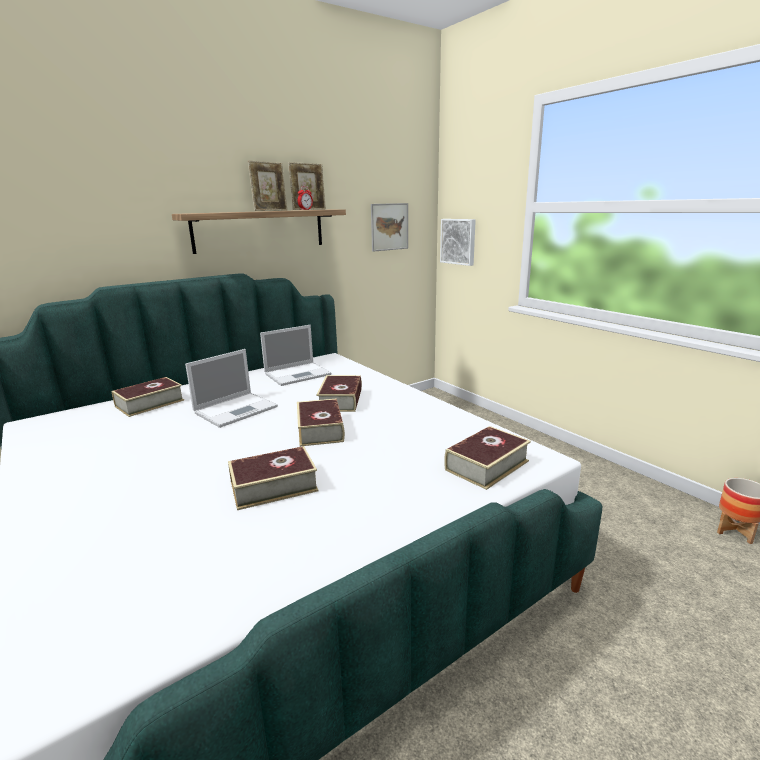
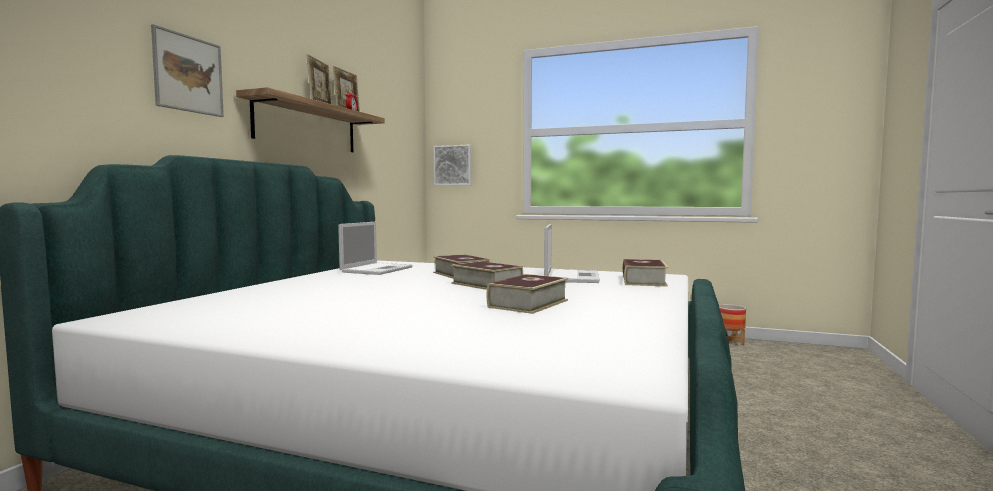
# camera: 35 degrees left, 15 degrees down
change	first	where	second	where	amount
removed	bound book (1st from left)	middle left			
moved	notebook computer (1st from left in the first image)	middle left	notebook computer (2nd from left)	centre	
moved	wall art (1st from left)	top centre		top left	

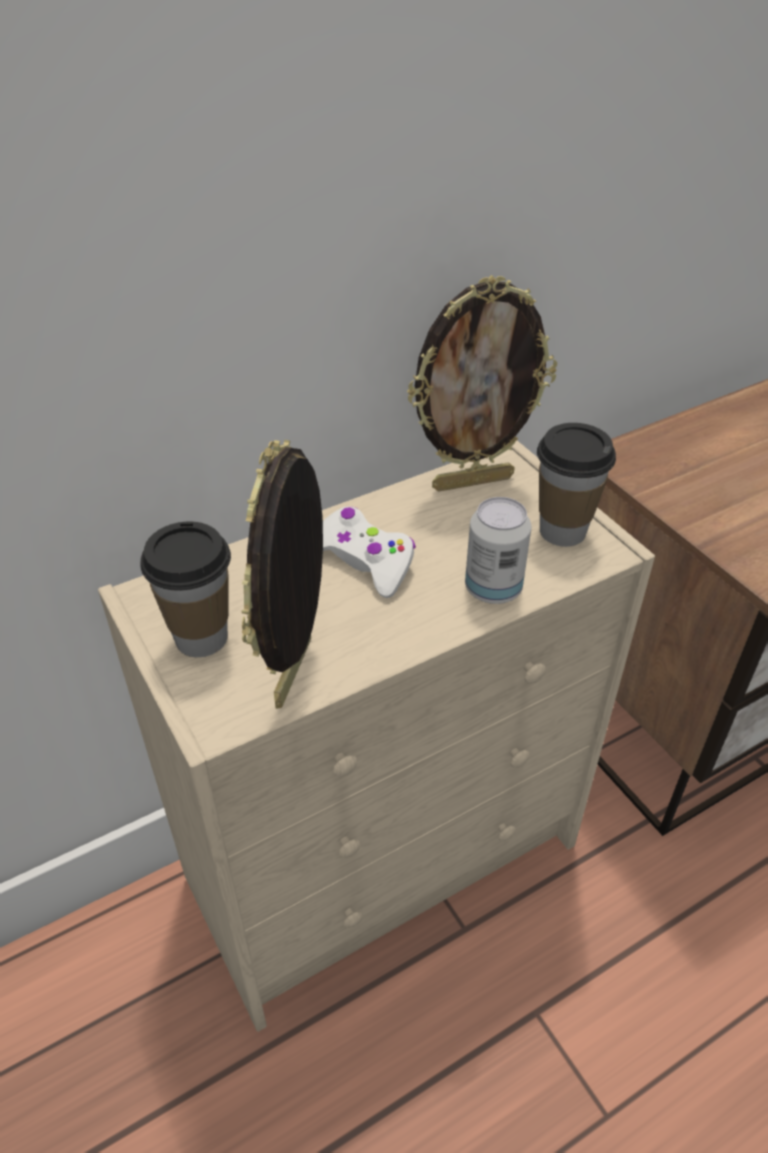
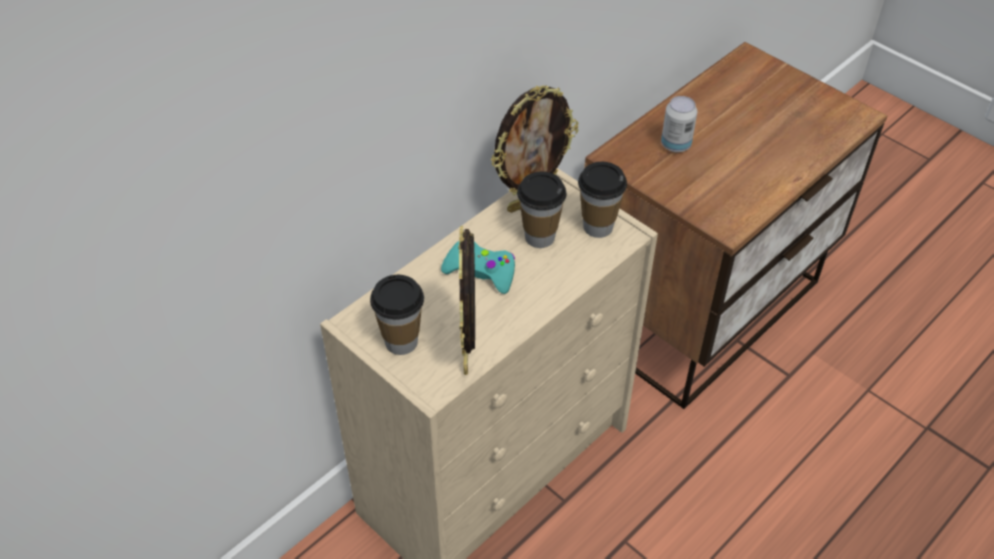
# camera: 15 degrees left, 5 degrees up
change	first	where	second	where	amount
recoloured	game controller (whitish)	centre	game controller (turquoise-coloured)	centre	
moved	sealed can	centre		top right	
added			small cup (2nd from left)	centre	

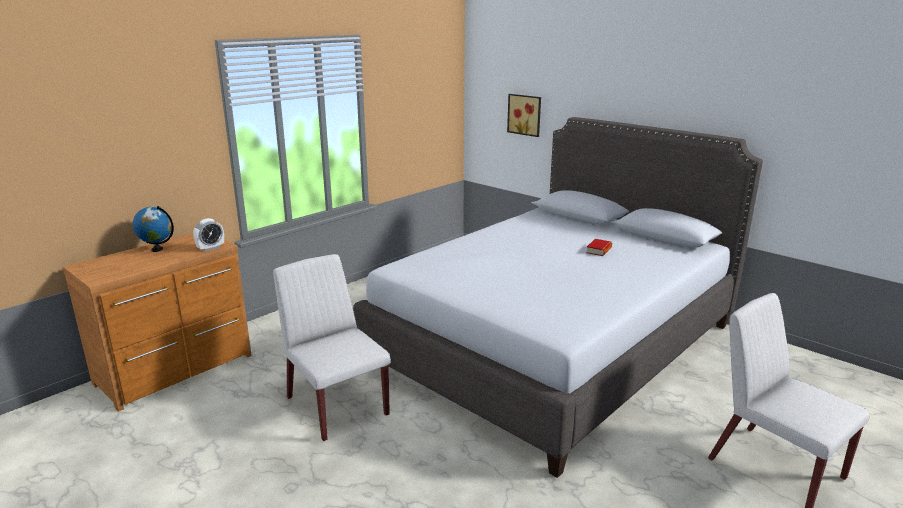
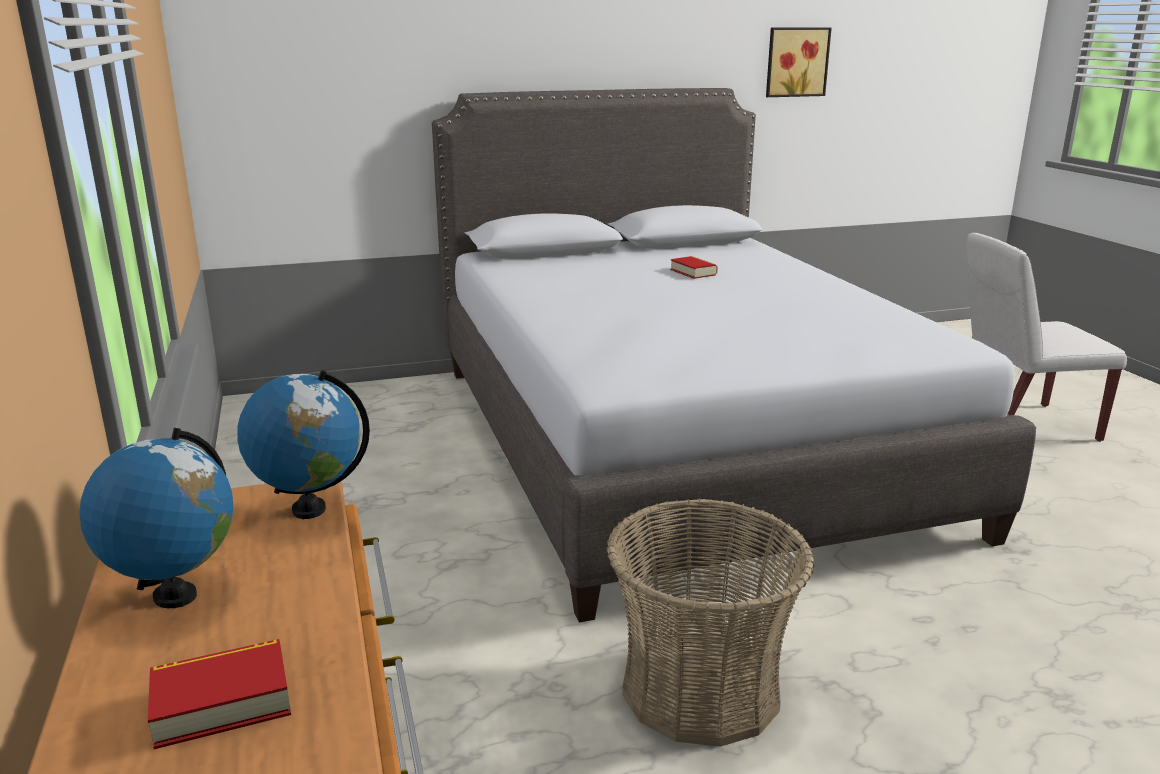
# camera: 60 degrees left, 0 degrees up
change	first	where	second	where	amount
replaced	table clock	middle left	world globe (2nd from left)	middle left	
replaced	chair (whitish) (1st from left)	bottom centre	household basket	bottom centre	
moved	wall art	top centre		top right	
added			bound book (1st from left)	bottom left	

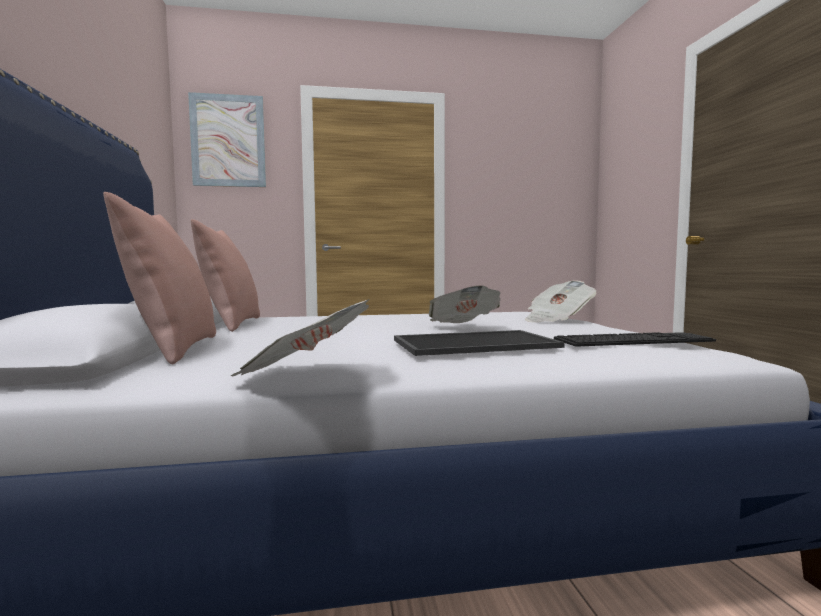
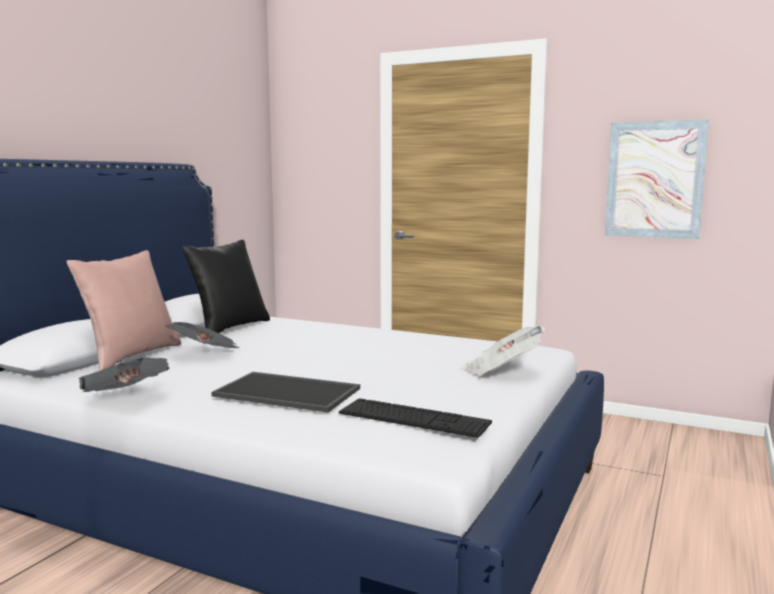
# camera: 35 degrees right, 5 degrees up
change	first	where	second	where	amount
moved	wall art	top left		top right	
recoloured	cushion (pinkish) (2nd from left)	middle left	cushion (black)	middle left	
moved	daily paper (2nd from left)	centre		middle left	

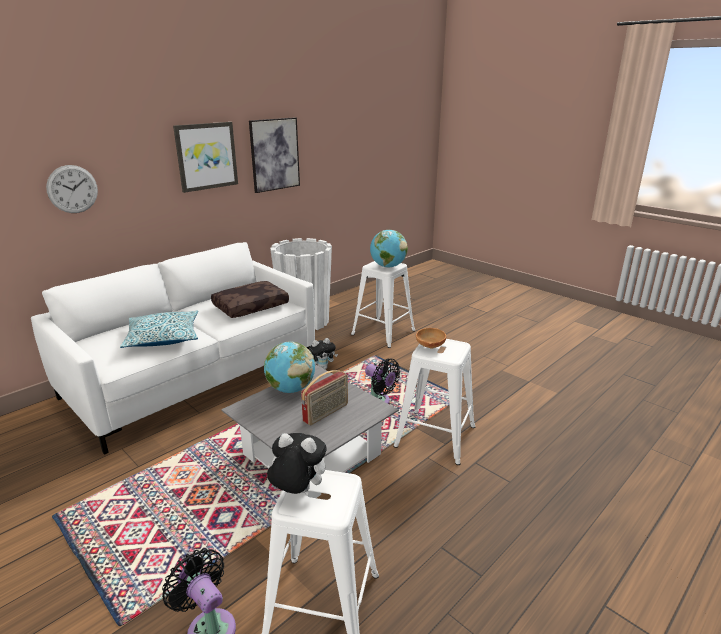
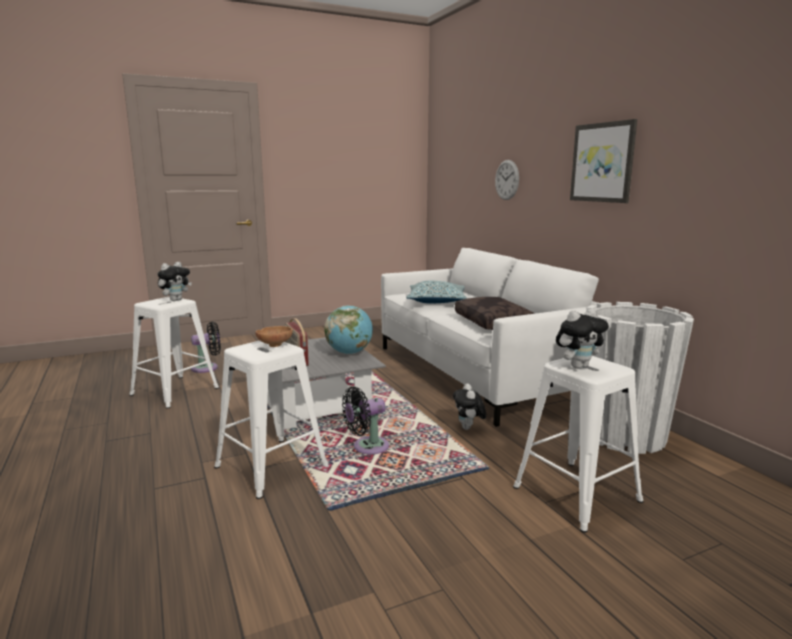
# camera: 110 degrees right, 10 degrees down
change	first	where	second	where	amount
removed	wall art (2nd from left)	top centre			
replaced	world globe (2nd from left)	centre	cuddly toy (3rd from left)	middle right	

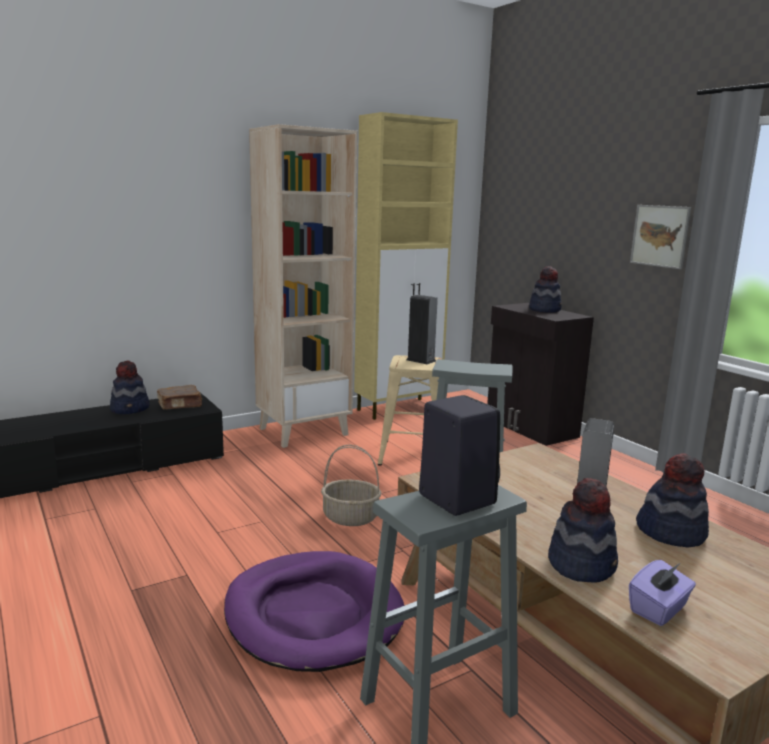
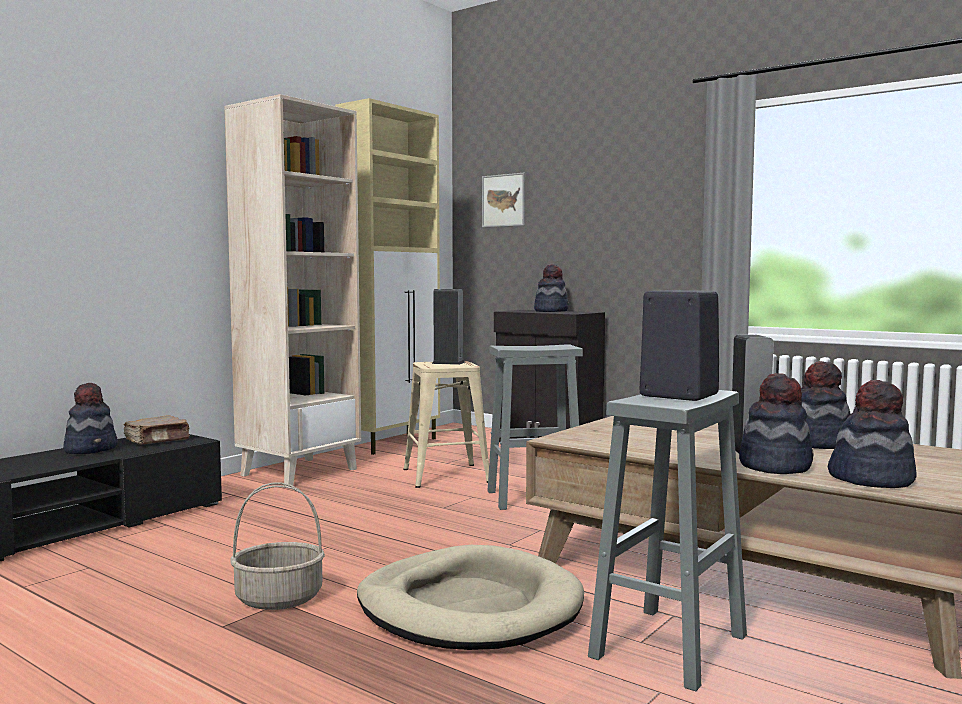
# camera: 20 degrees left, 10 degrees down
change	first	where	second	where	amount
recoloured	dog cushion (purple)	bottom centre	dog cushion (beige-coloured)	bottom centre	
moved	household basket	centre		bottom left	
replaced	tissue box (purple)	bottom right	wearable hat (5th from left)	middle right	
moved	wall art	top right		top centre	

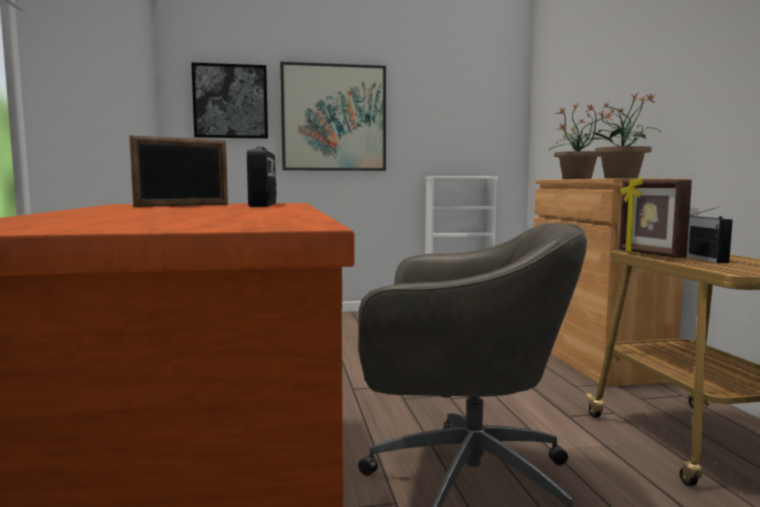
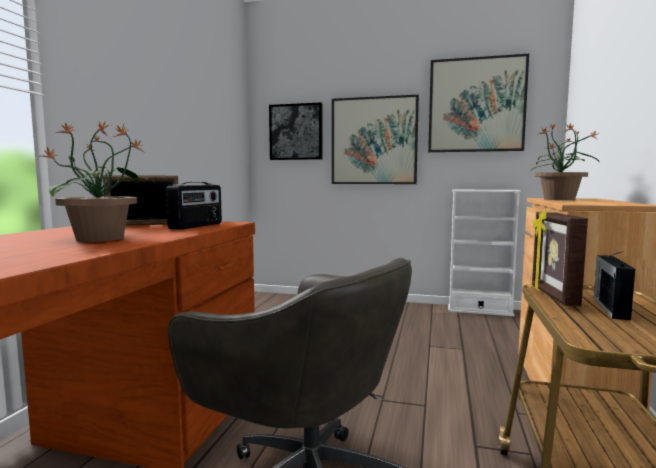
# camera: 25 degrees right, 0 degrees up
change	first	where	second	where	amount
moved	plant in a pot (2nd from left in the first image)	top right	plant in a pot (1st from left)	middle left	
added			wall art (3rd from left)	top right	

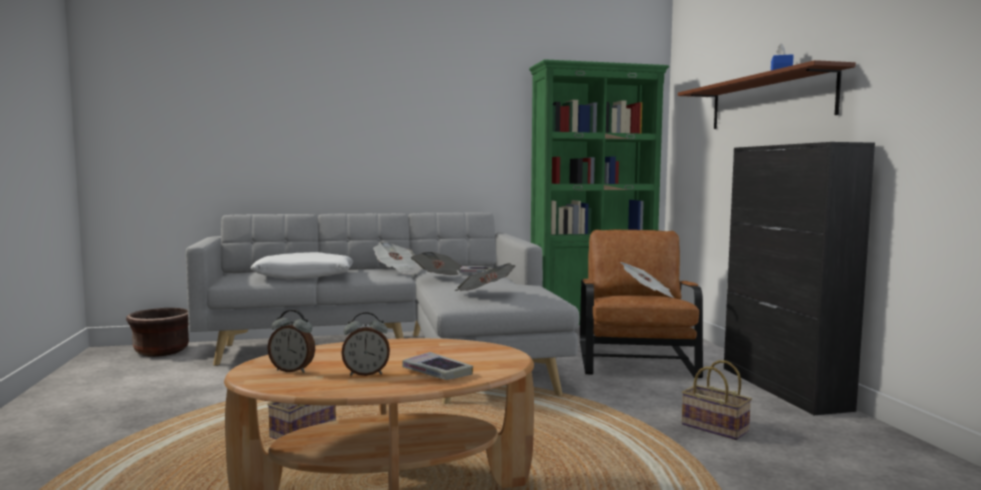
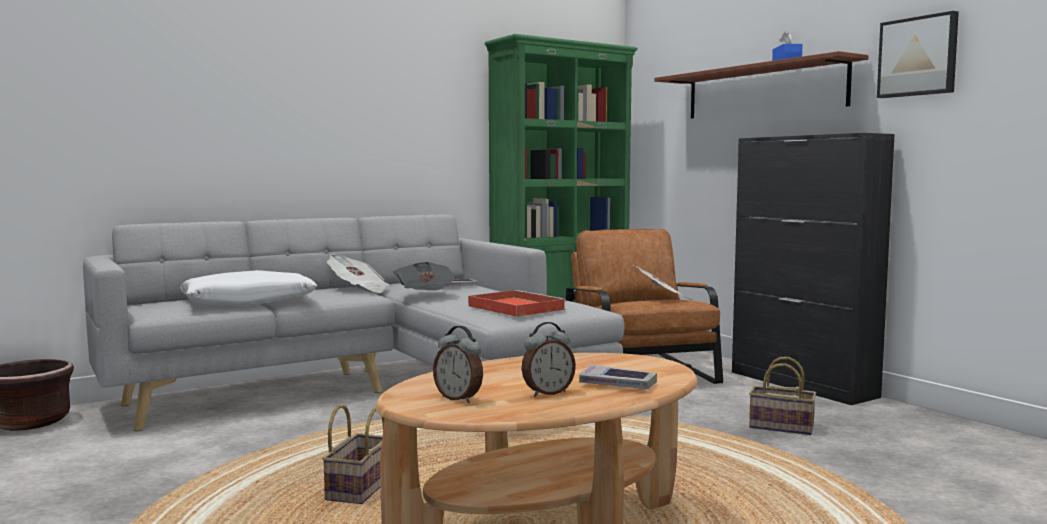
# camera: 20 degrees left, 0 degrees up
change	first	where	second	where	amount
turned	table clock (1st from left)	bottom left		bottom centre	45 degrees clockwise
replaced	daily paper (3rd from left)	centre	carrying tray (red-coloured)	centre	
added			wall art	top right	

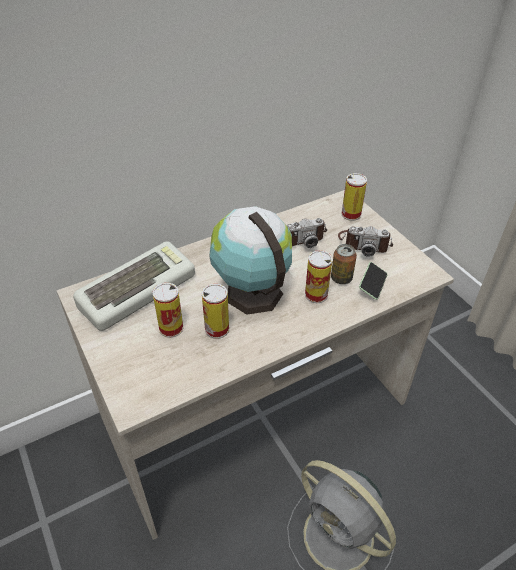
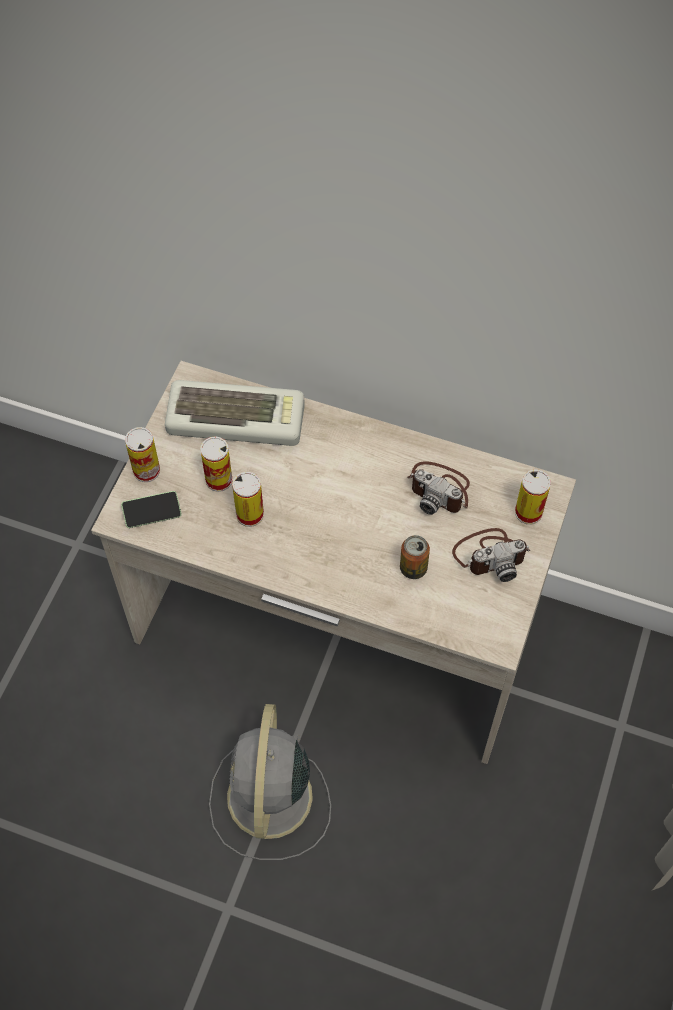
# camera: 50 degrees right, 15 degrees up
change	first	where	second	where	amount
removed	world globe	centre			
moved	sealed can (3rd from left in the first image)	centre	sealed can (1st from left)	middle left	
turned	photo camera (2nd from left)	middle right		middle right	75 degrees counterclockwise
moved	phone	middle right		middle left	

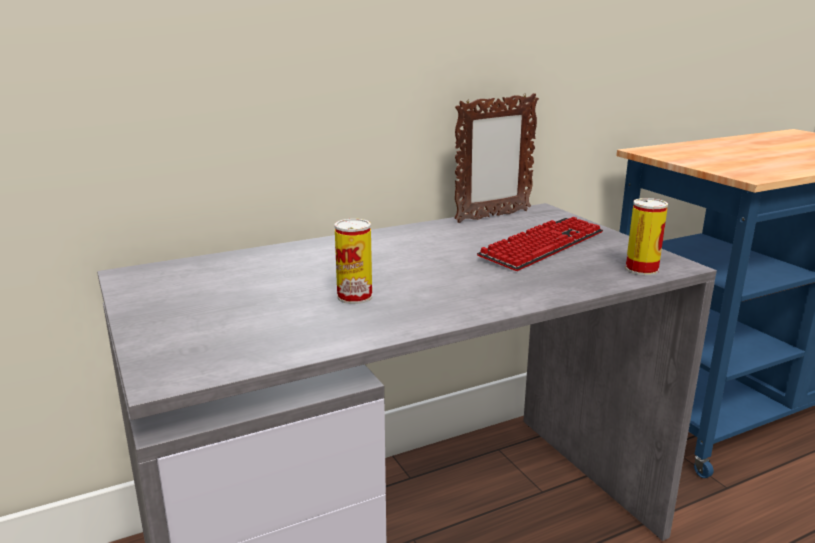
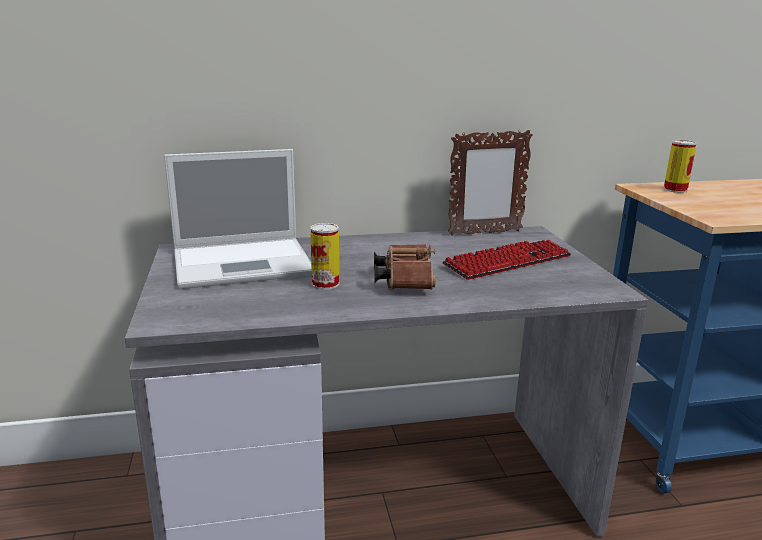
# camera: 15 degrees right, 0 degrees up
change	first	where	second	where	amount
moved	sealed can (2nd from left)	middle right		top right	
added			notebook computer	middle left	
added			field glasses (brown-coloured)	centre	

